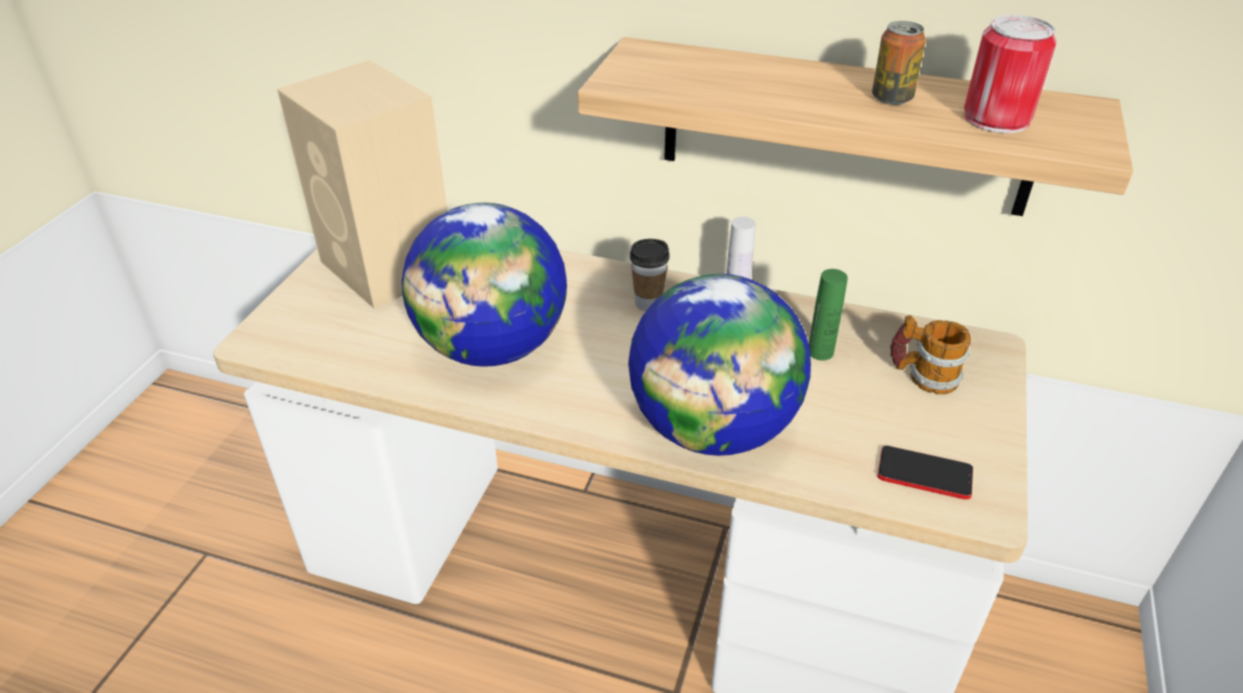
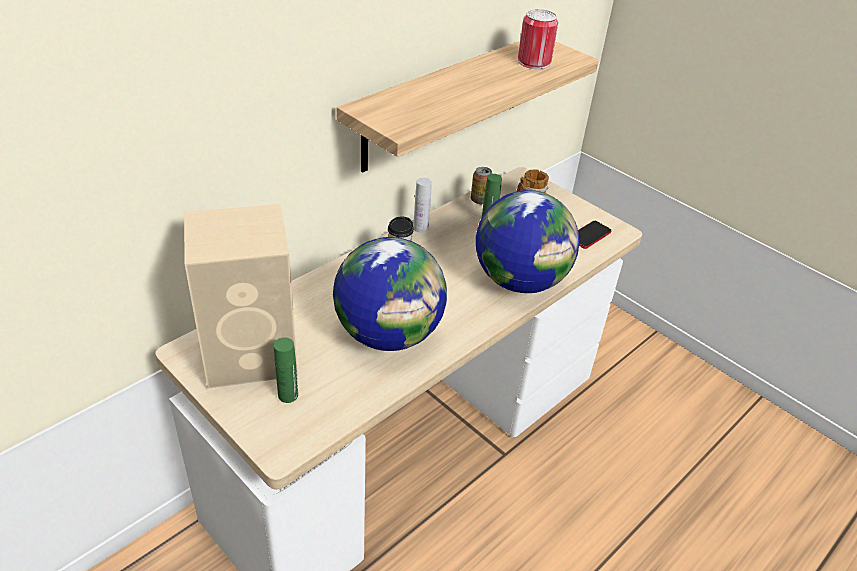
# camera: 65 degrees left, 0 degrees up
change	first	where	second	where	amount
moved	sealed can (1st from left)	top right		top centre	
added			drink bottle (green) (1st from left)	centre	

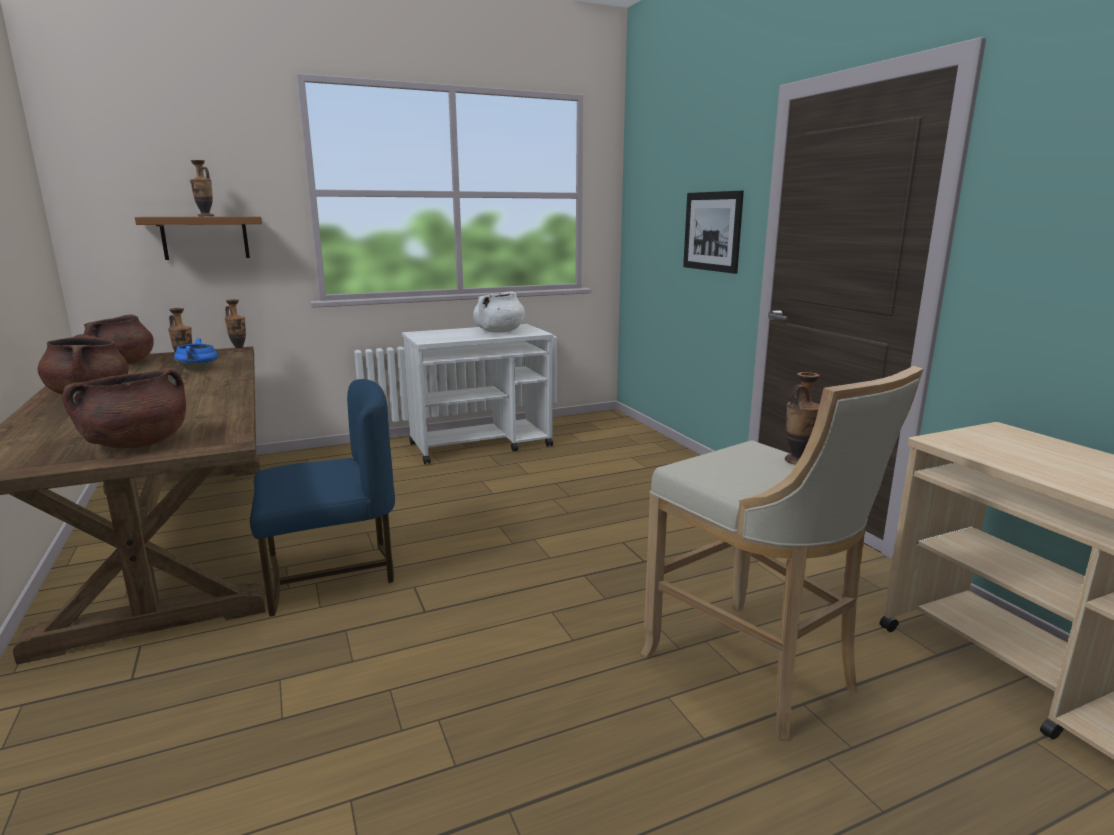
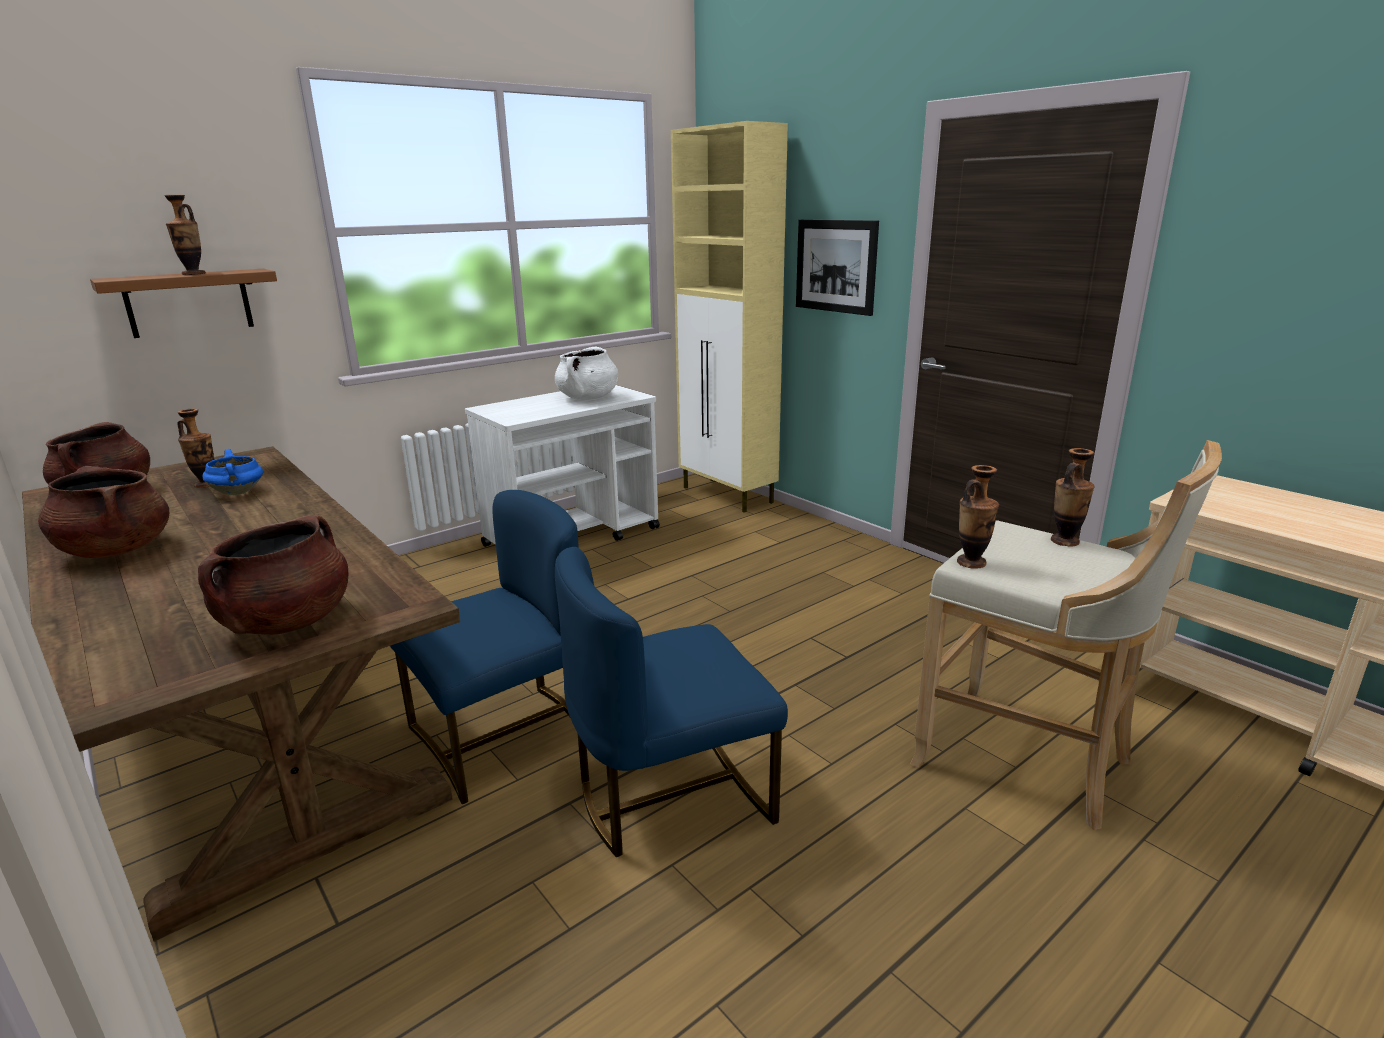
# camera: 15 degrees left, 5 degrees up
change	first	where	second	where	amount
moved	vase (3rd from left)	middle left		middle right	
added			chair (blue-coloured) (2nd from left)	bottom centre	
added			cupboard (beige-coloured)	top centre	

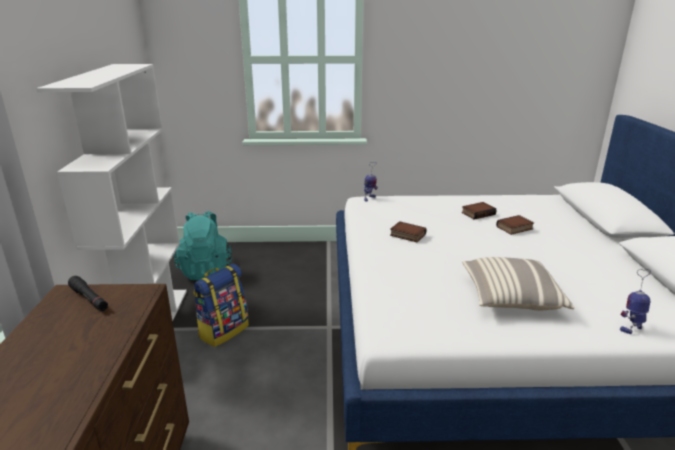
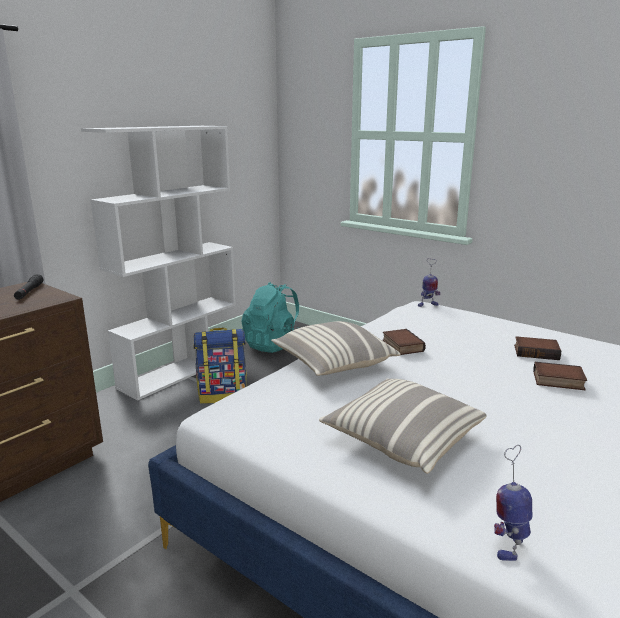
# camera: 40 degrees right, 5 degrees down
change	first	where	second	where	amount
turned	model robot (2nd from left)	bottom right		bottom right	75 degrees counterclockwise
added			cushion (1st from left)	centre	

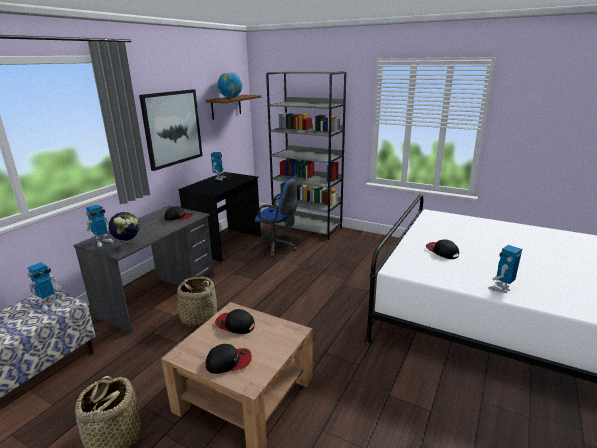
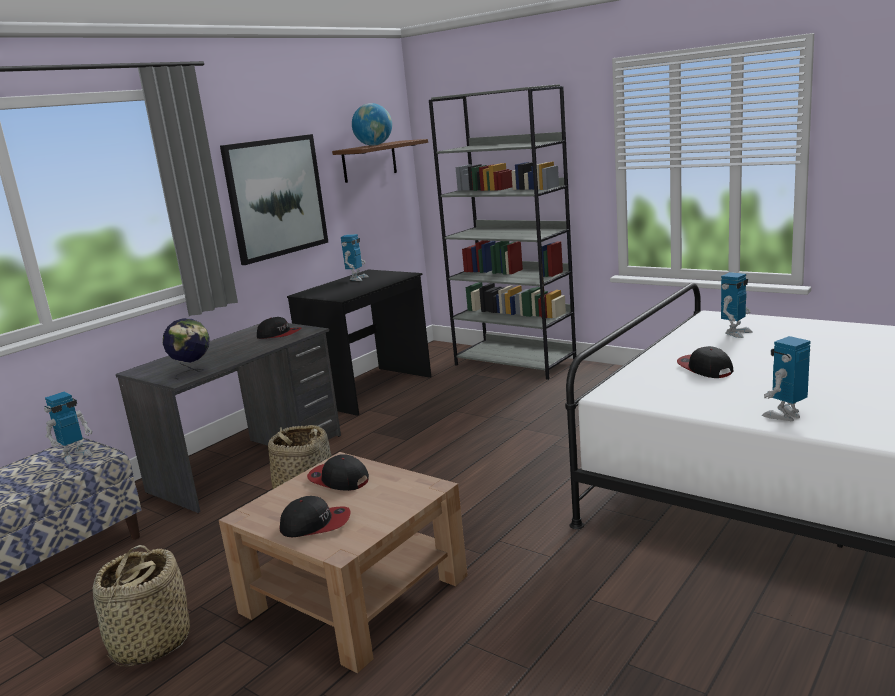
# camera: 10 degrees right, 5 degrees down
change	first	where	second	where	amount
moved	model robot (2nd from left in the first image)	middle left	model robot (3rd from left)	middle right	
removed	office chair (blue-coloured)	centre			

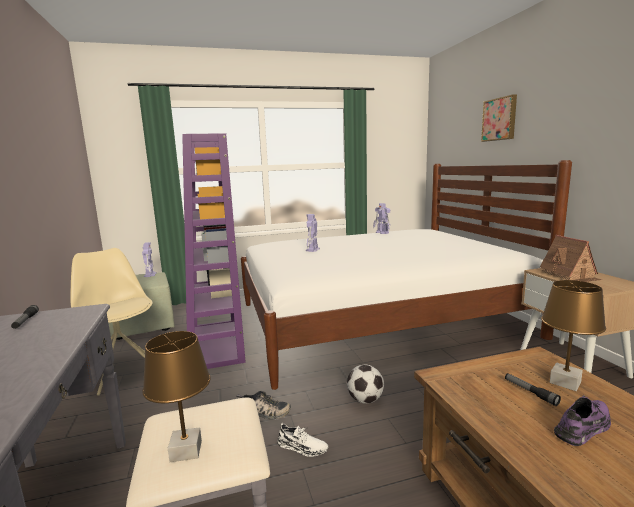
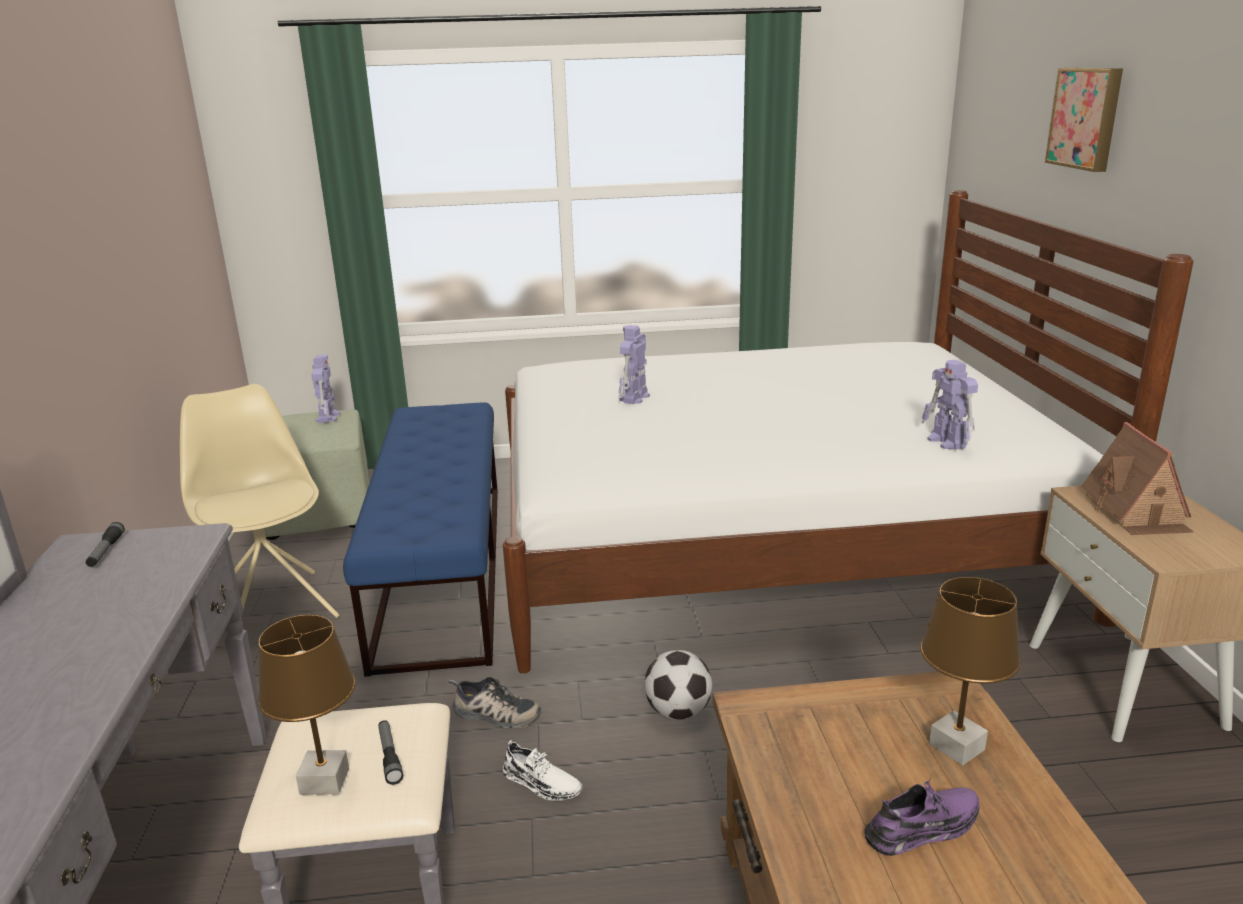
# camera: 10 degrees right, 10 degrees up
change	first	where	second	where	amount
replaced	shelving unit (purple)	centre	indoor bench (blue-coloured)	centre	
moved	model robot (3rd from left)	centre		middle right	
moved	hand torch (2nd from left)	bottom right		bottom left	

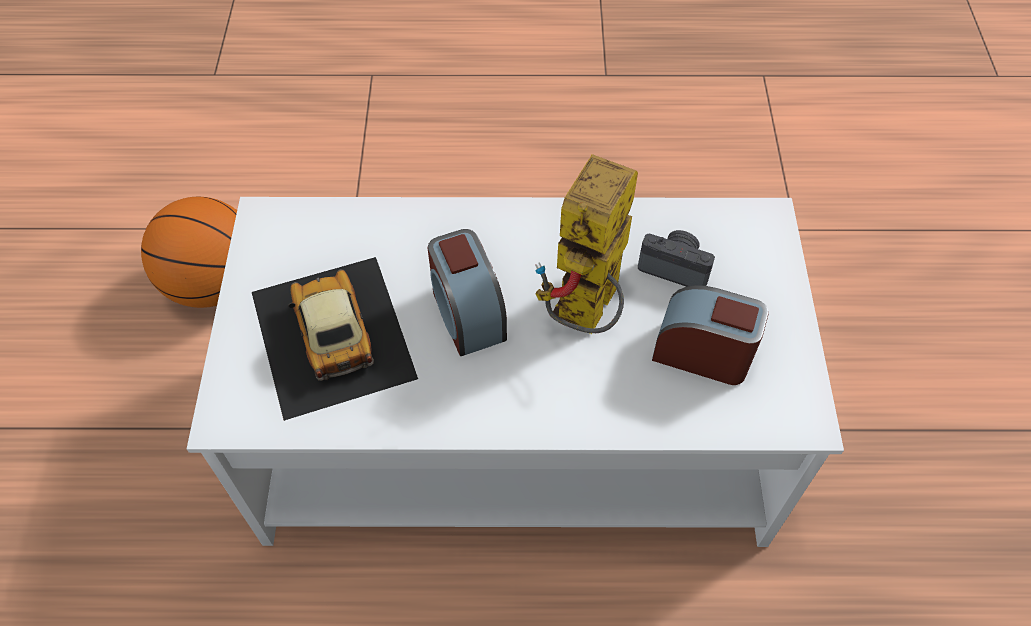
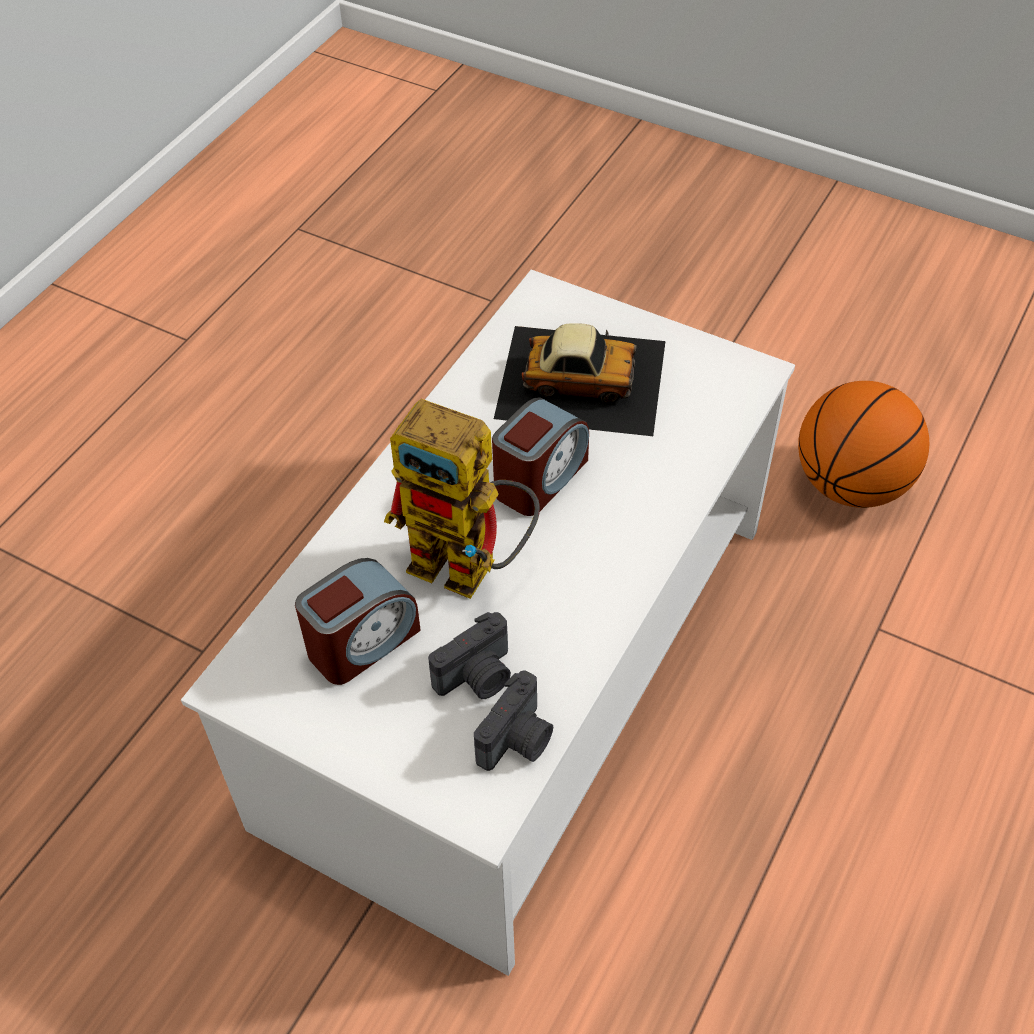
# camera: 120 degrees right, 5 degrees down
change	first	where	second	where	amount
turned	table clock (1st from left in the first image)	centre	table clock (2nd from left)	centre	120 degrees clockwise
turned	model robot	centre		centre	150 degrees clockwise
added			photo camera (2nd from left)	bottom centre	

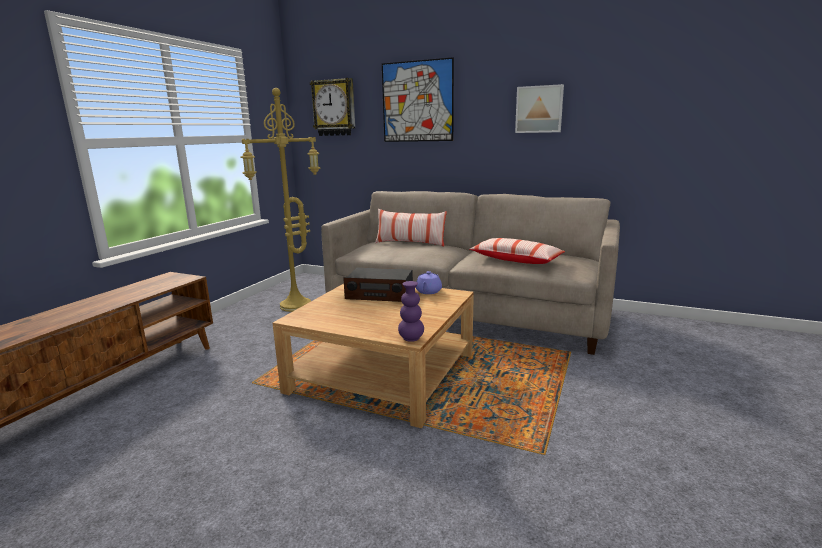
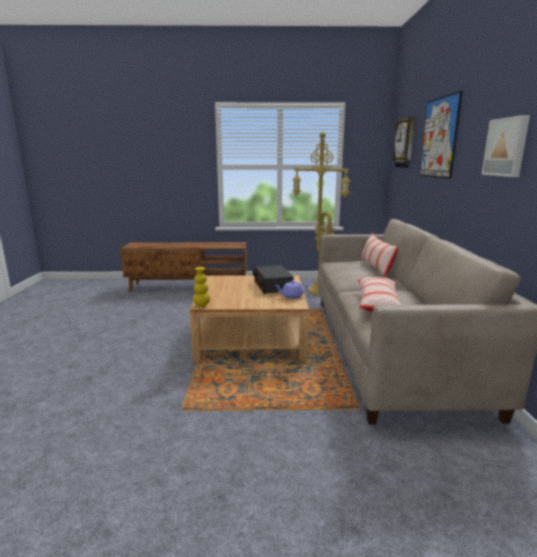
# camera: 65 degrees right, 0 degrees up
change	first	where	second	where	amount
recoloured	vase (purple)	centre	vase (yellow)	centre	

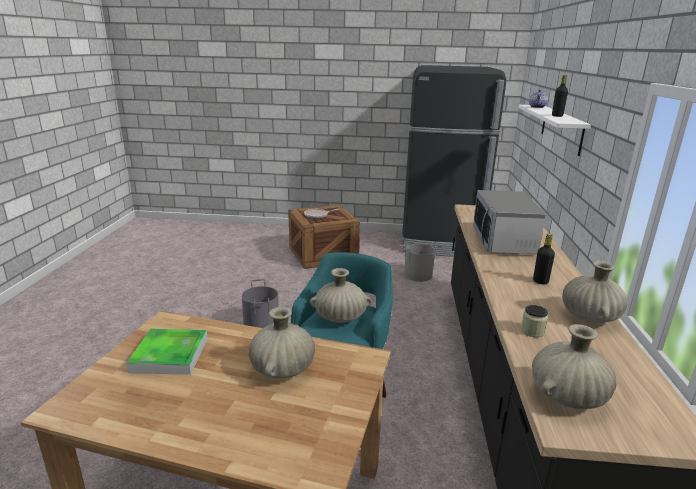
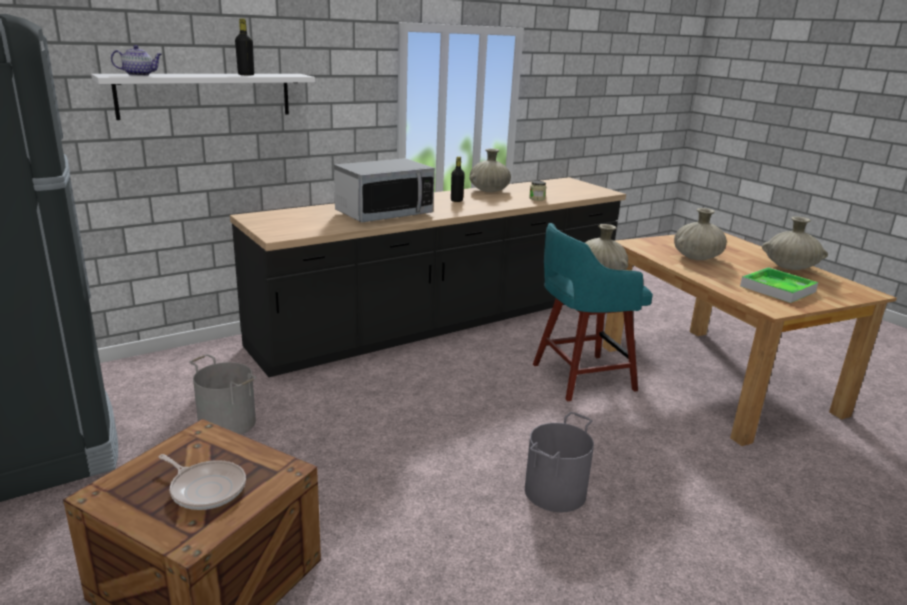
# camera: 130 degrees left, 0 degrees up
change	first	where	second	where	amount
moved	vase (beige-coloured) (3rd from left in the first image)	bottom right	vase (beige-coloured) (4th from left)	middle right	

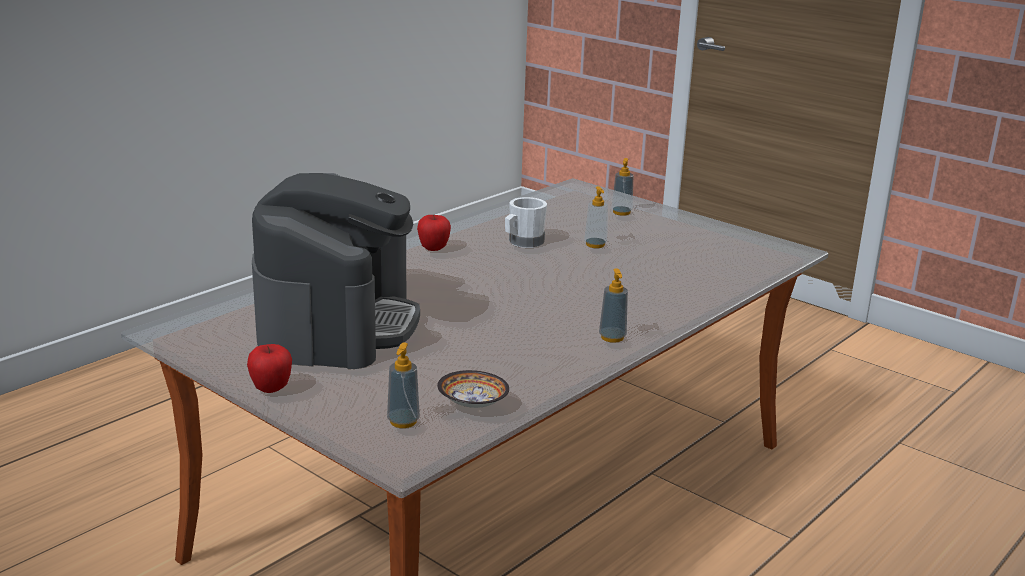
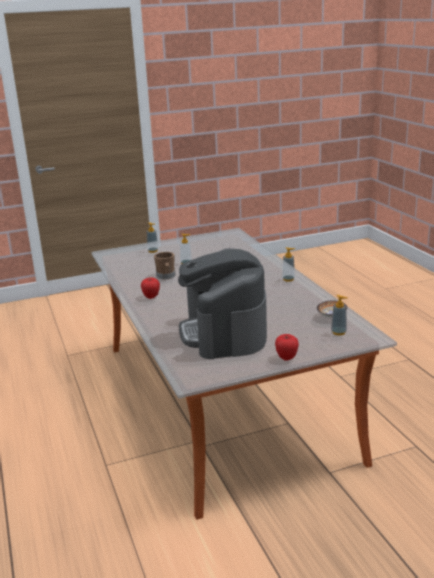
# camera: 60 degrees left, 0 degrees up
change	first	where	second	where	amount
turned	coffee brewer	middle left		centre	135 degrees counterclockwise
recoloured	mug (whitish)	centre	mug (brown-coloured)	centre	

